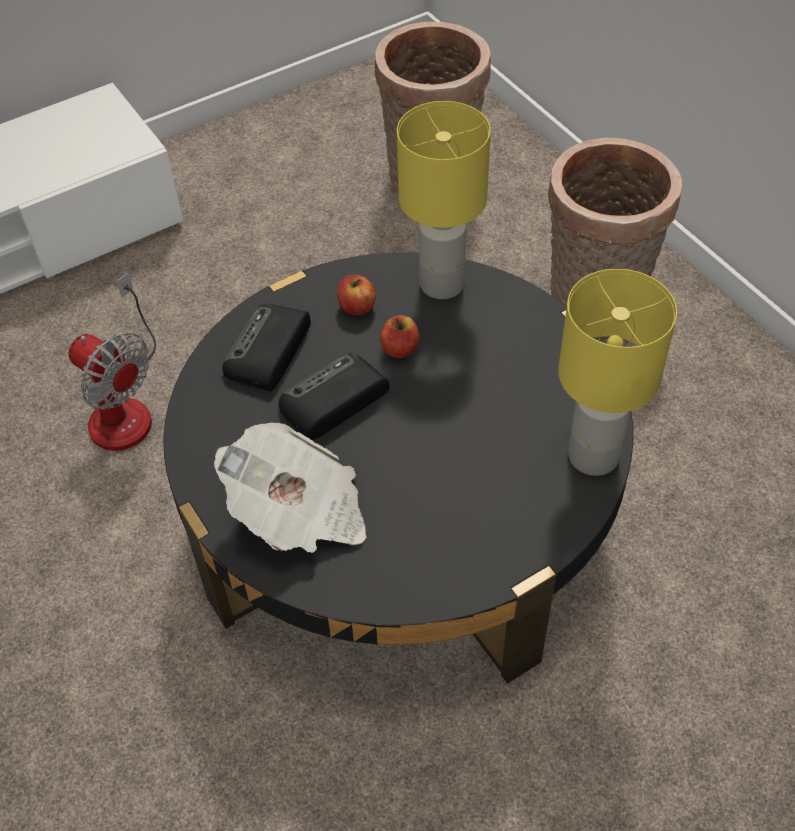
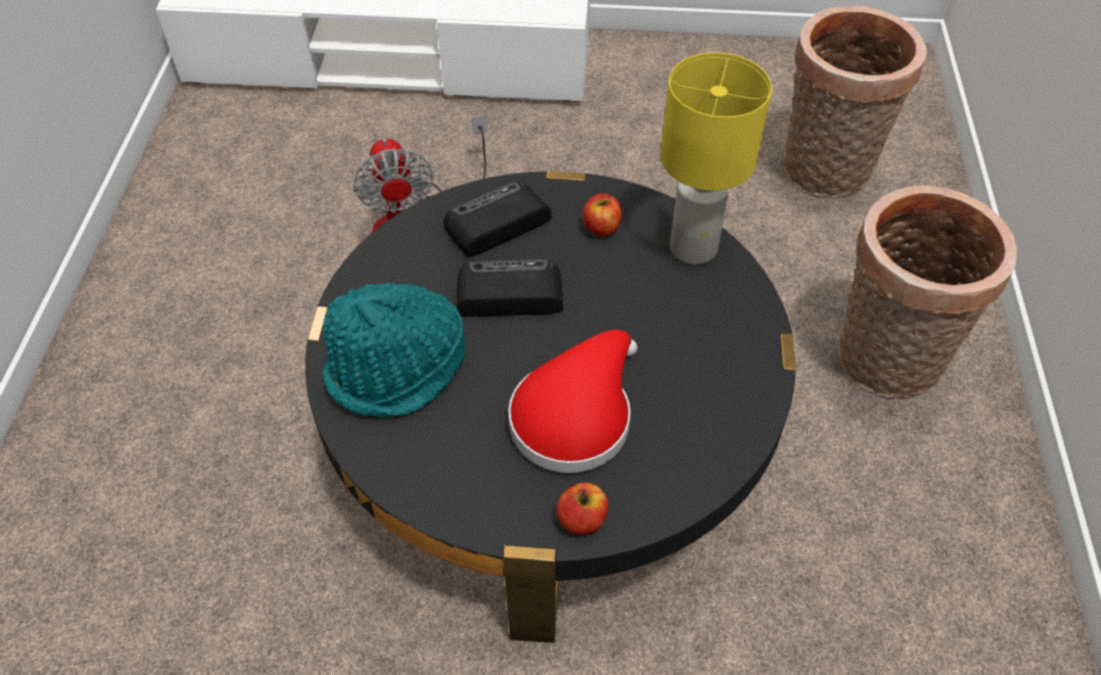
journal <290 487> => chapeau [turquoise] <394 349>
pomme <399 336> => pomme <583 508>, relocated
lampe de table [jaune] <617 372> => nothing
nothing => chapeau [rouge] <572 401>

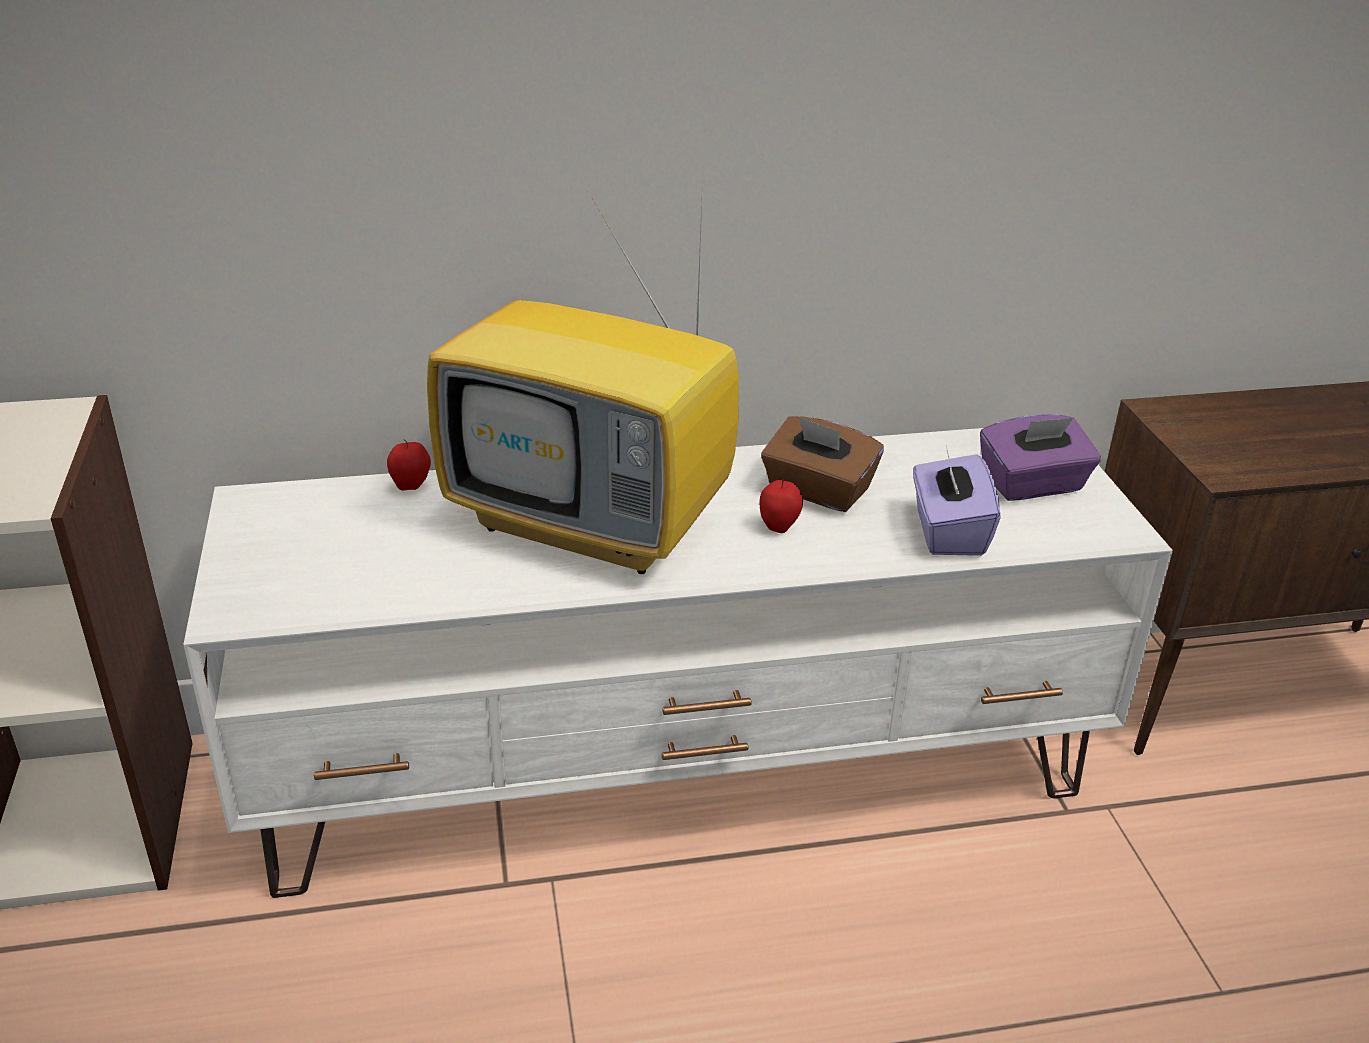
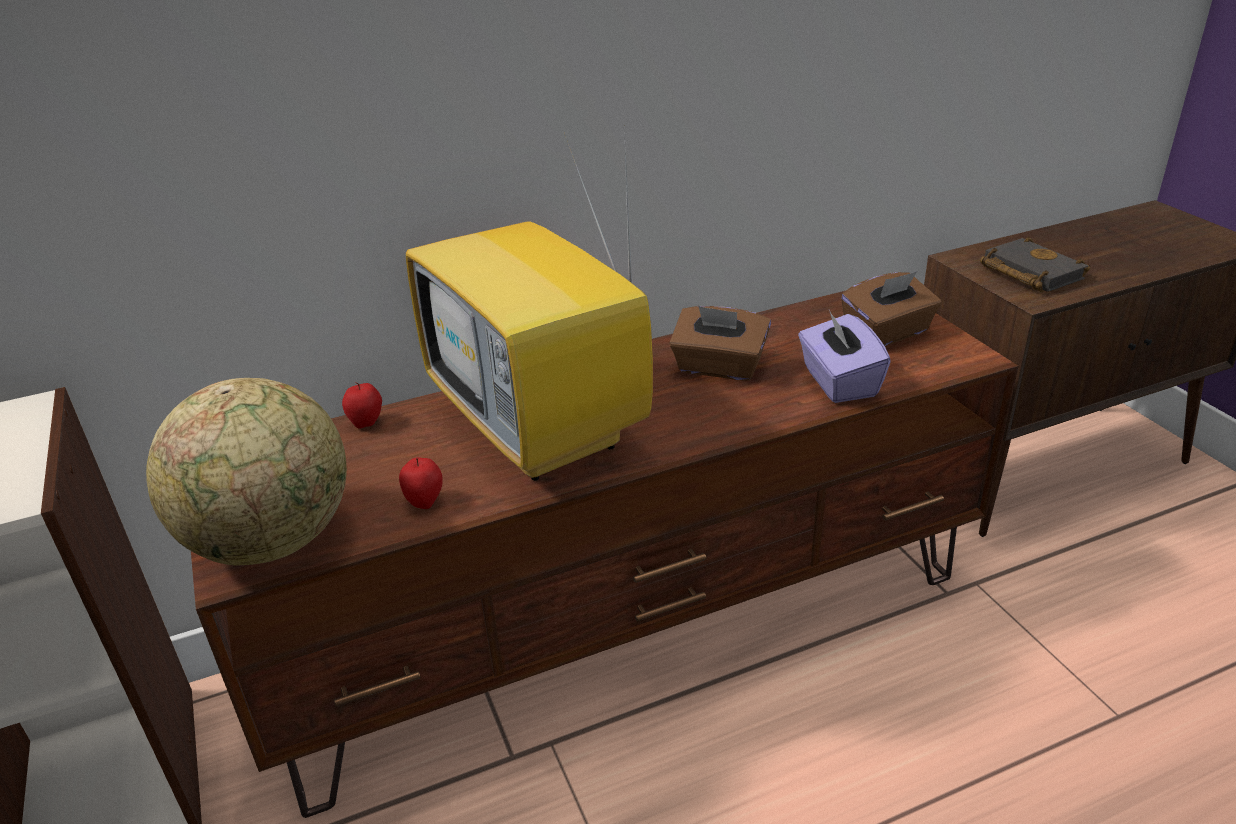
meuble télé [blanc] <678 663> => meuble télé [marron] <605 554>
téléviseur <583 376> => téléviseur <529 304>, 45 degrees clockwise
pomme <781 506> => pomme <421 483>, relocated
boîte à mouchoirs [violet] <1040 457> => boîte à mouchoirs [marron] <891 309>
nothing => globe <246 471>
nothing => livre [noir] <1035 264>

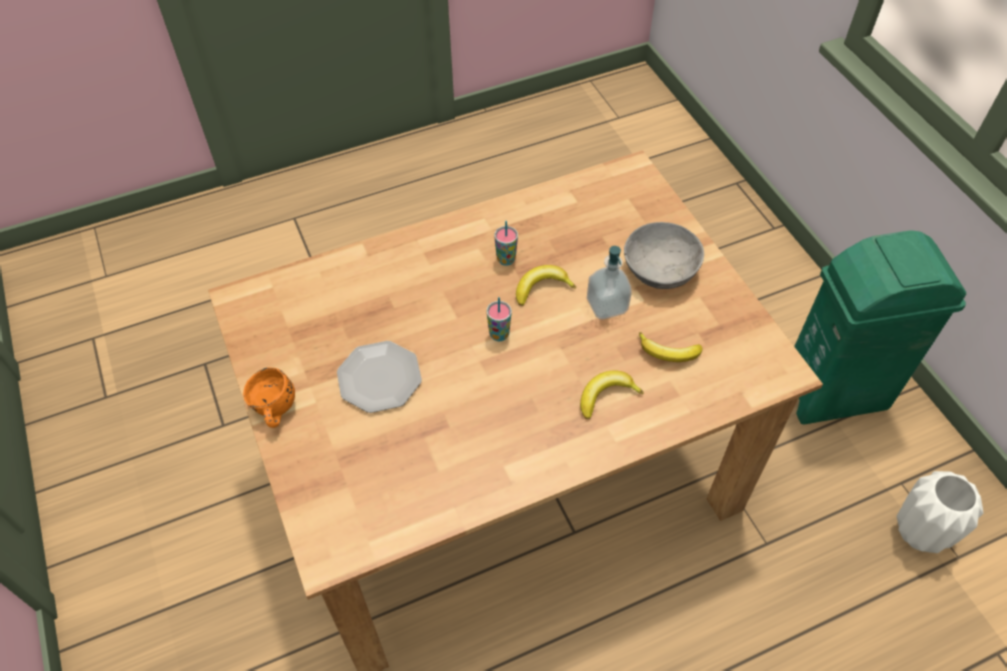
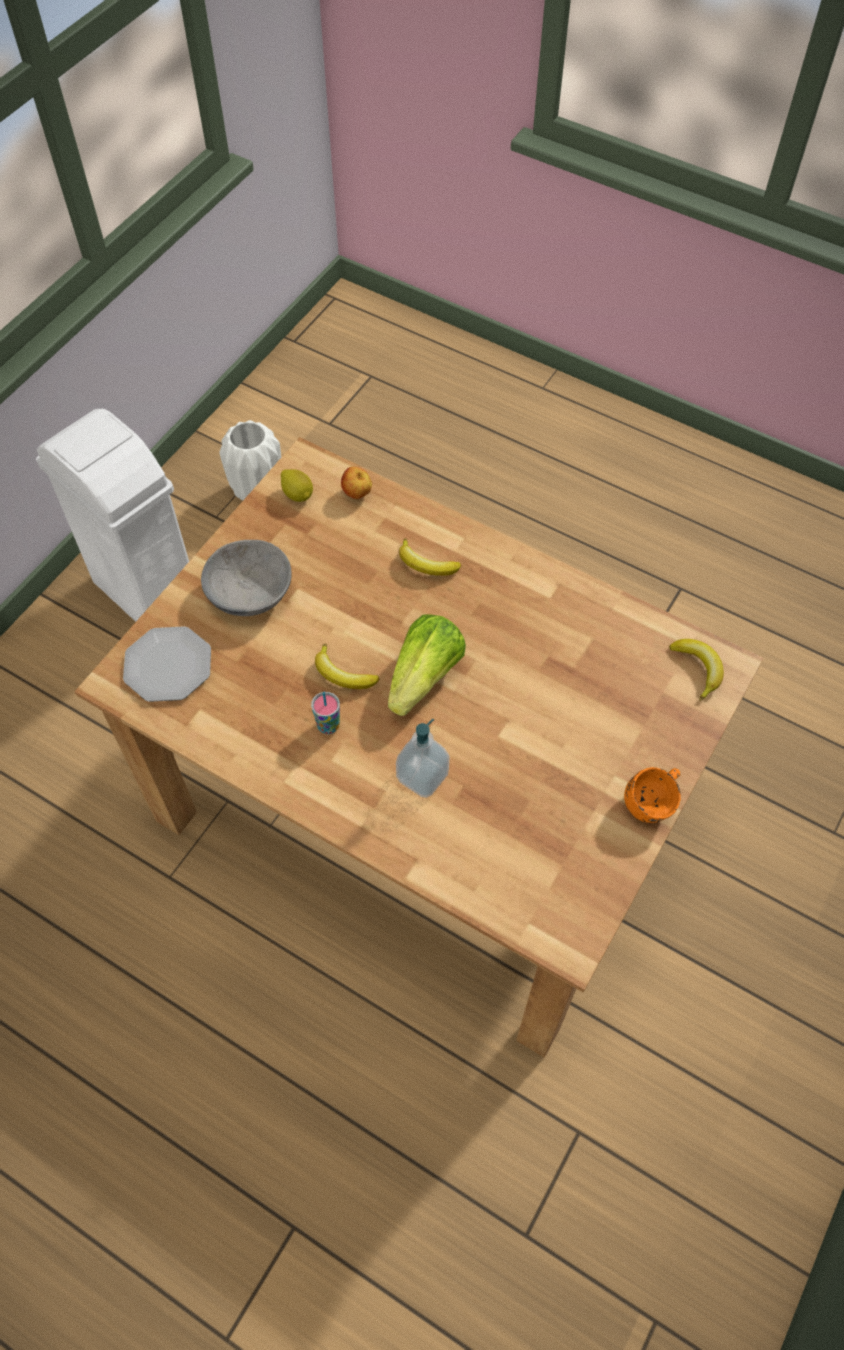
assiette <379 377> => assiette <167 664>, relocated
tasse <499 319> => laitue <427 665>
distributeur de savon <609 283> => distributeur de savon <423 758>, relocated
banane <670 347> => banane <696 670>, relocated
poubelle [vert] <880 327> => poubelle [blanc] <112 515>
nothing => citron <297 485>
nothing => pomme <356 483>

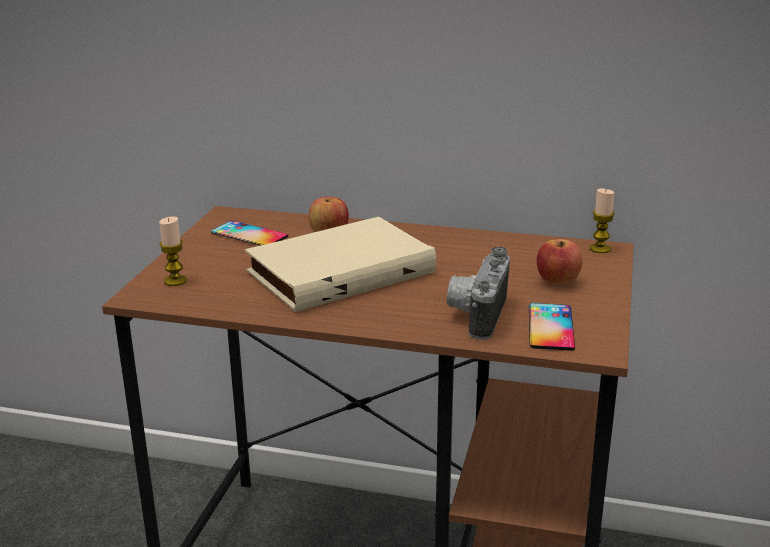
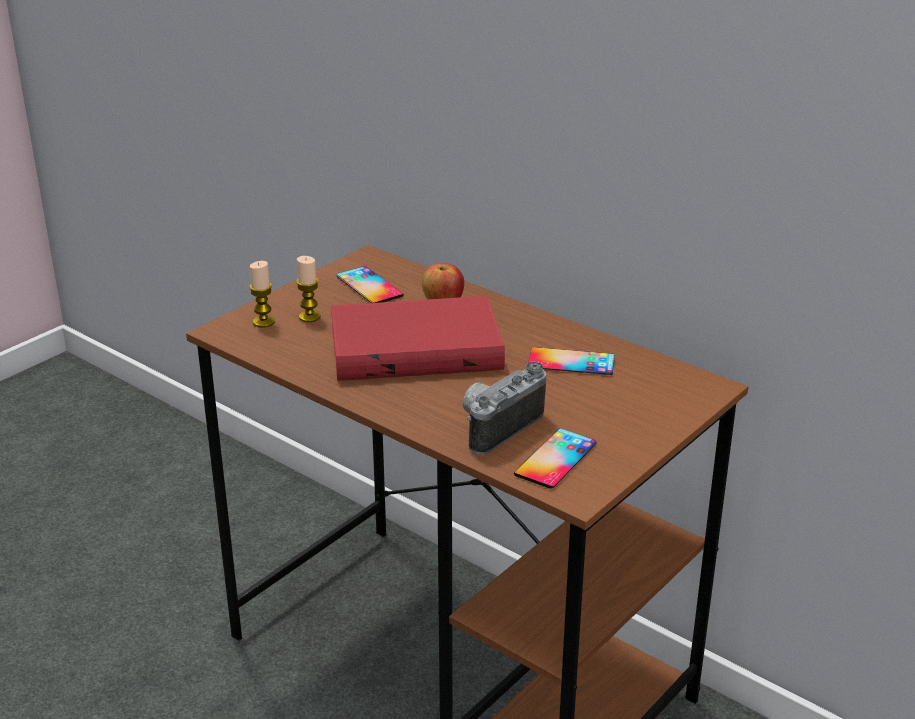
livre [beige] <340 264> => livre [rouge] <418 338>
pomme <559 262> => nothing
bougie <602 221> => bougie <308 289>, relocated
nothing => téléphone <571 361>

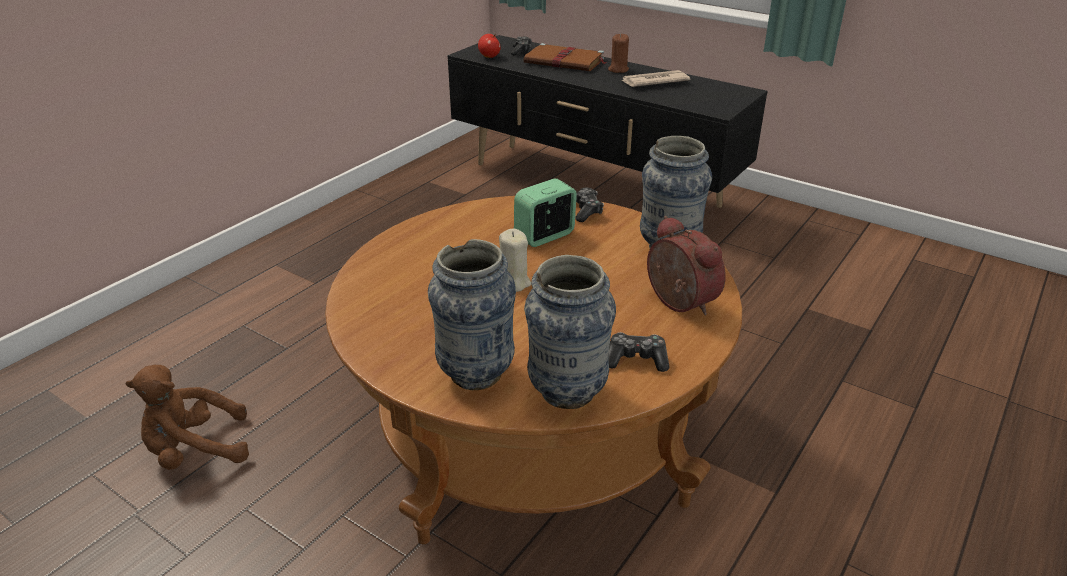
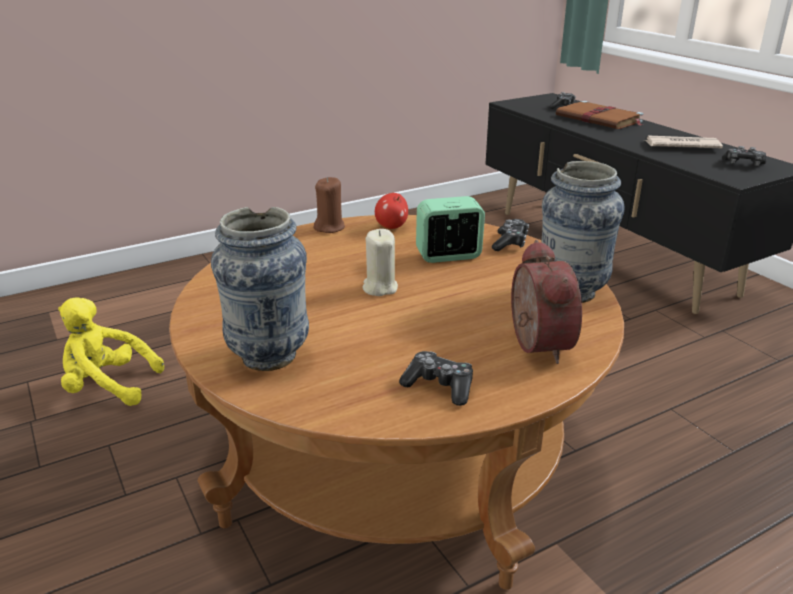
peluche [marron] <187 417> => peluche [jaune] <111 351>
pomme <489 46> => pomme <391 211>, relocated
vase <570 332> => nothing
bougie [marron] <618 53> => bougie [marron] <329 205>, relocated
nothing => manette <744 156>

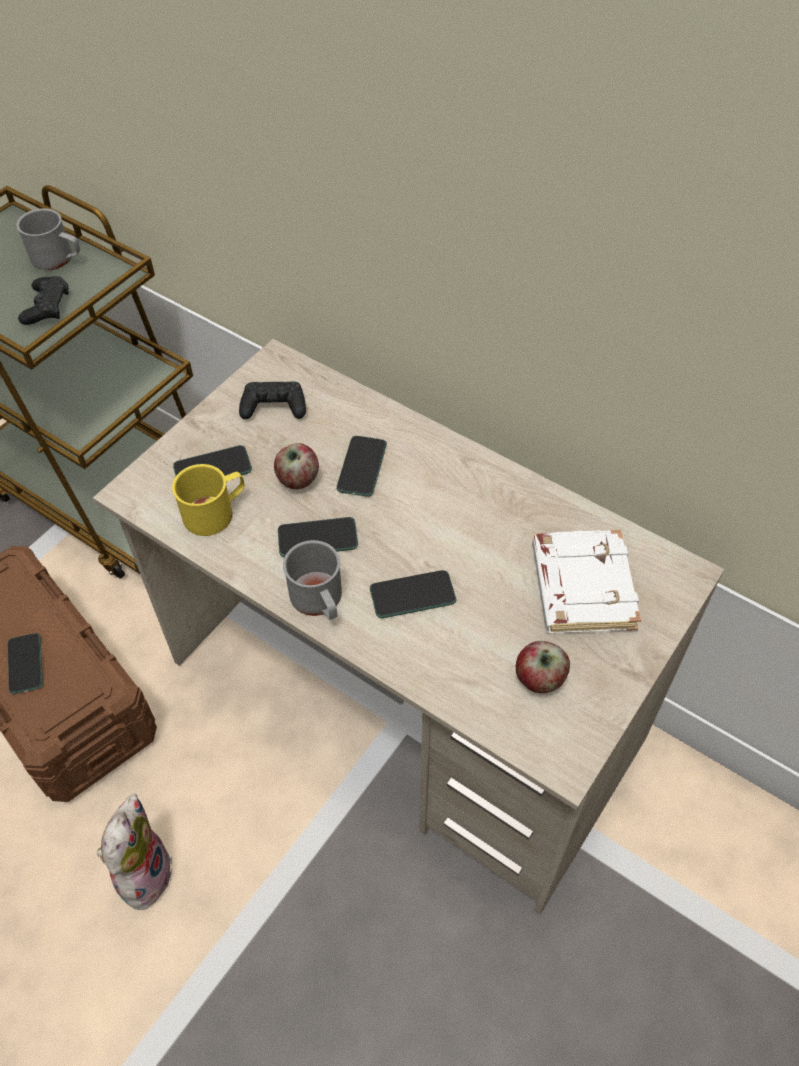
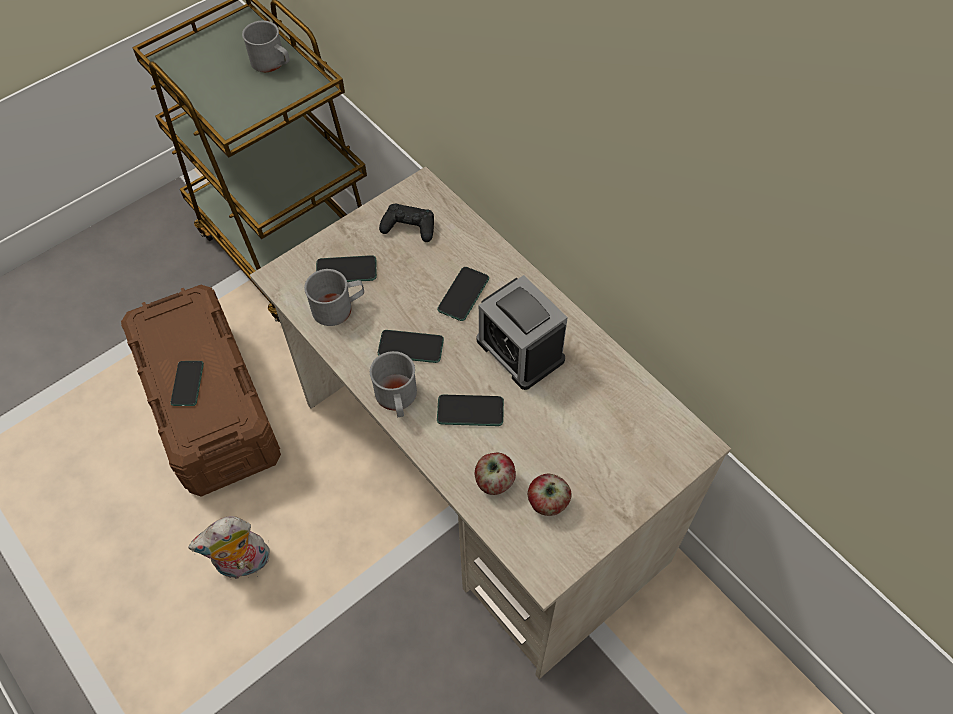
manette [noir] <43 300> => nothing
peluche <135 853> => peluche <229 547>, 135 degrees counterclockwise
mug [jaune] <208 500> => mug [gris] <334 297>
pomme <296 466> => pomme <495 474>, relocated
livre [blanc] <586 581> => nothing
nothing => réveil <522 332>

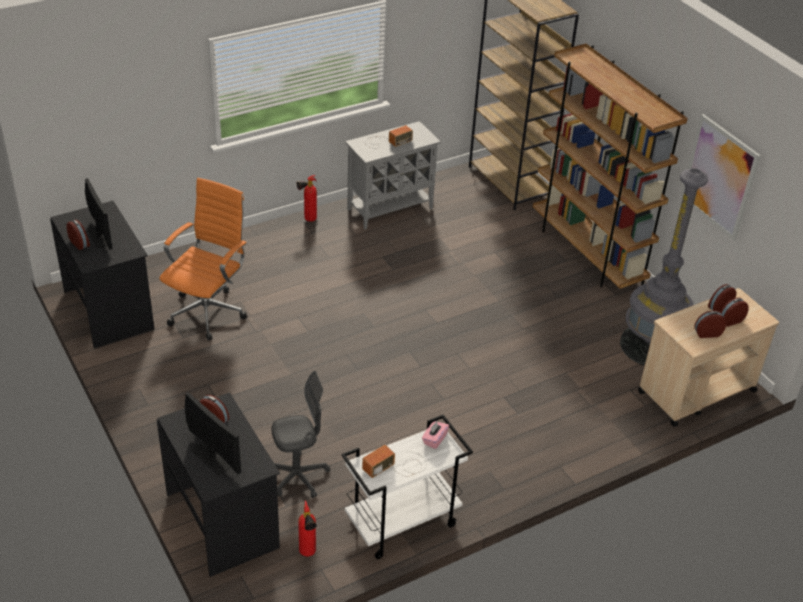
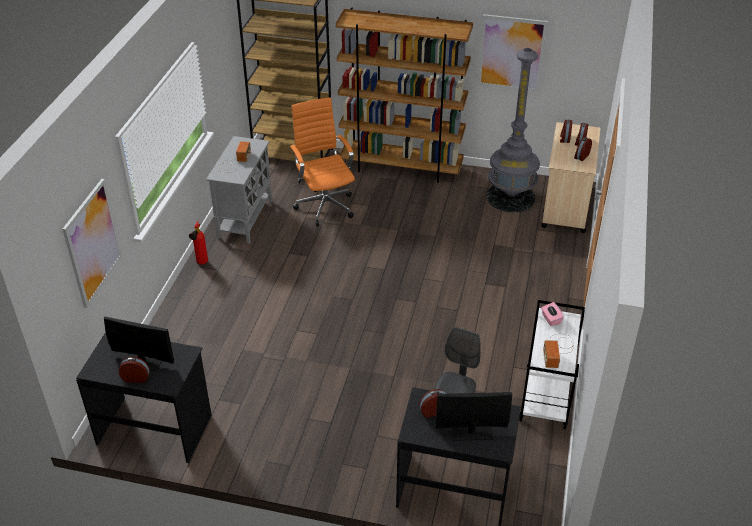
chaise de bureau [orange] <203 259> => chaise de bureau [orange] <322 161>, relocated
extincteur <307 528> => nothing
nothing => tableau <92 243>

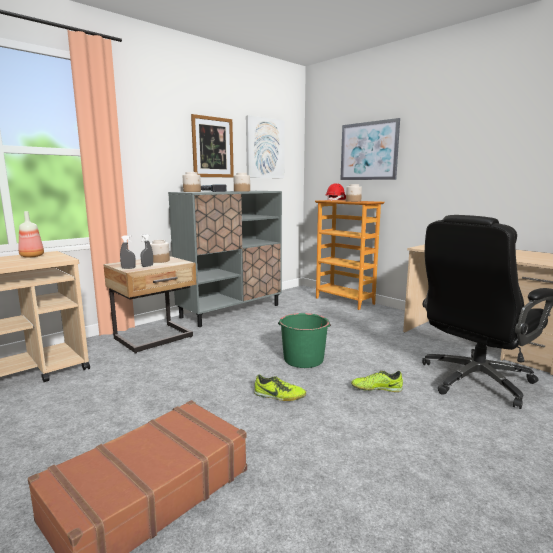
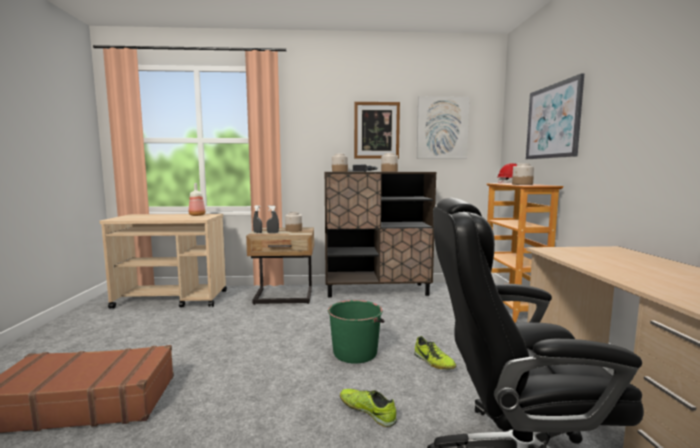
meuble de rangement [gris] <225 259> => meuble de rangement [marron] <380 235>
chaussure <280 387> => chaussure <435 353>, relocated

